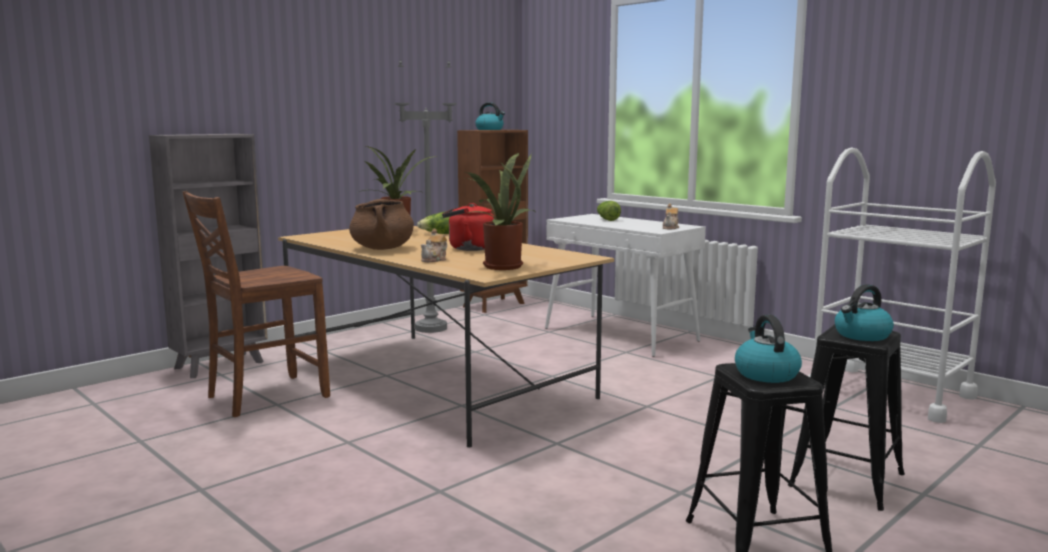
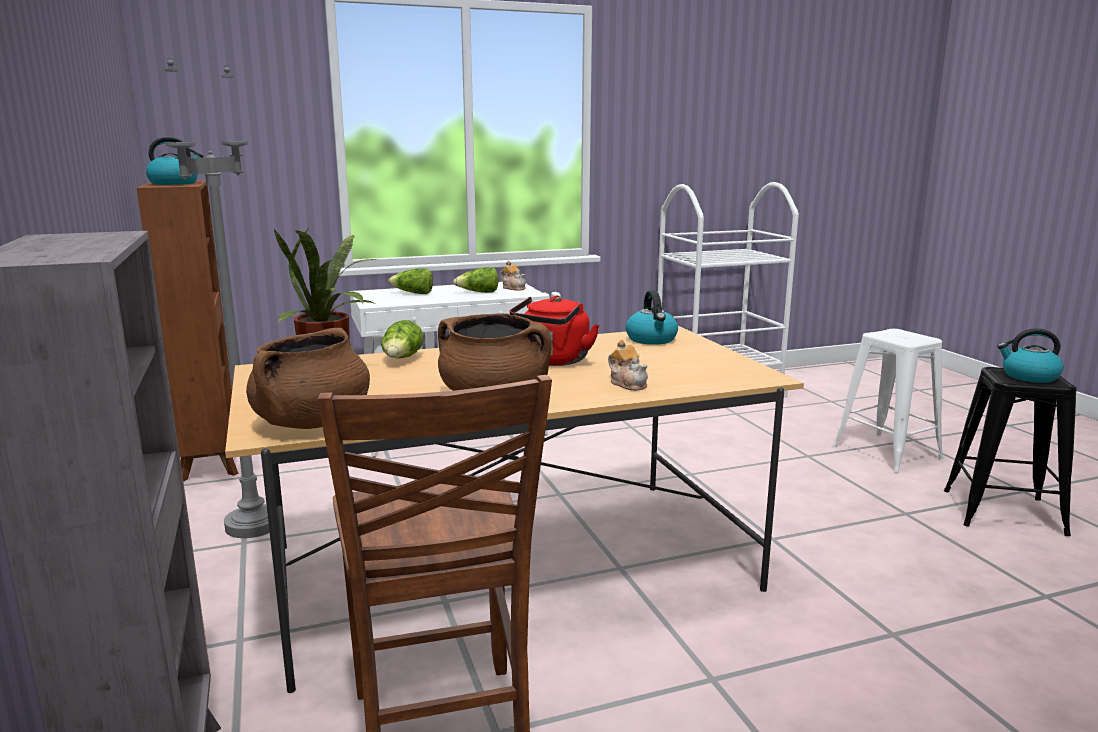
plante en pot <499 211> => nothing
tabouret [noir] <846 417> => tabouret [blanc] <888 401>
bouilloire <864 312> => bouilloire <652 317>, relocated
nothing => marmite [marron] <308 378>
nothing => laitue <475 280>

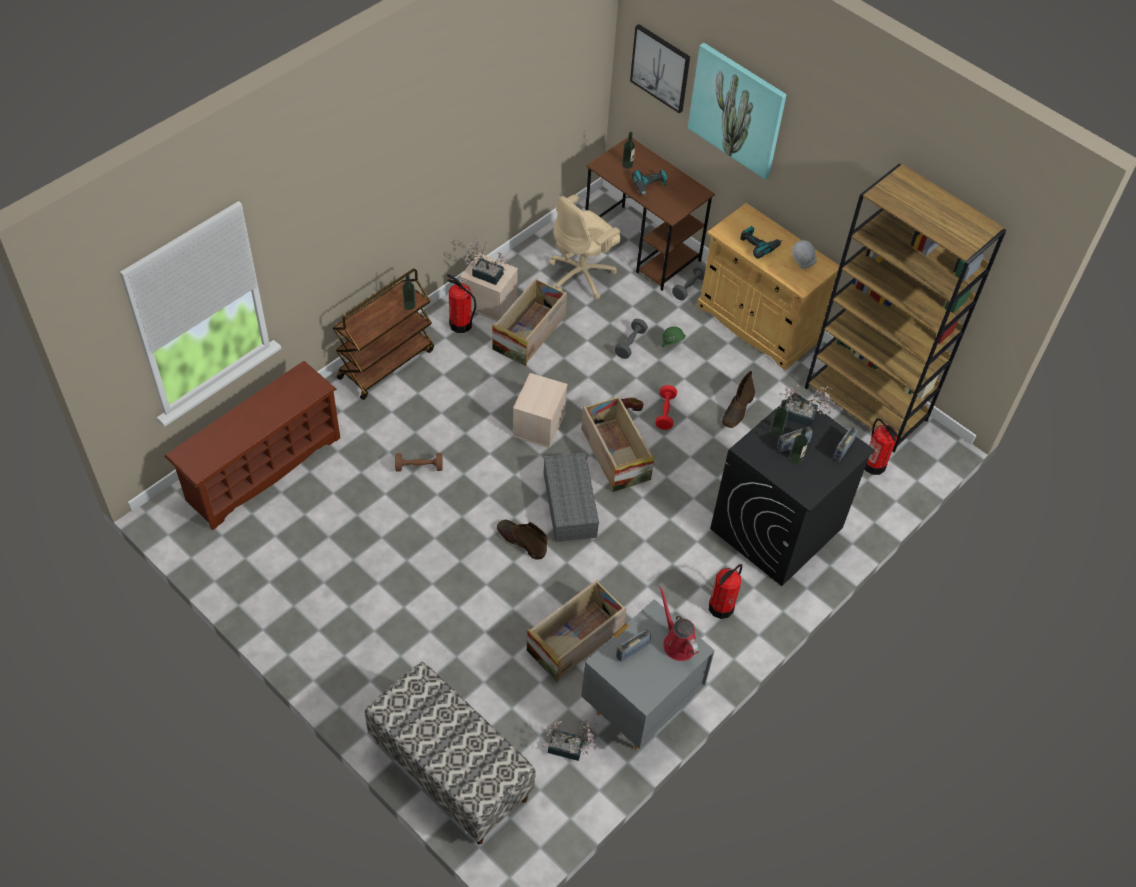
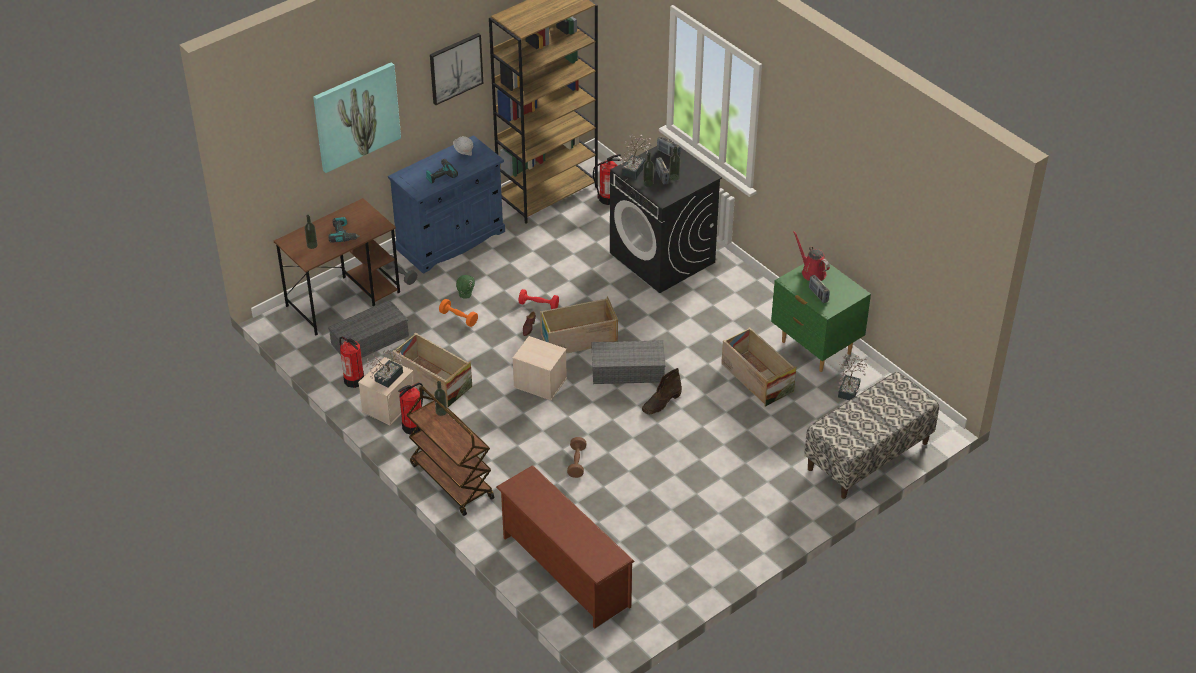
chaise de bureau [beige] <585 246> => boîte de rangement [gris] <368 329>
table de chevet [gris] <648 674> => table de chevet [vert] <821 317>
haltère [gris] <631 339> => haltère [orange] <458 313>
tableau <660 68> => tableau <456 69>, relocated
arrosoir [rouge] <679 623> => arrosoir [rouge] <811 256>, 75 degrees clockwise
meuble de rangement [beige] <768 286> => meuble de rangement [bleu] <446 204>
extincteur <725 591> => extincteur <351 362>, relocated
botte [marron] <738 399> => nothing

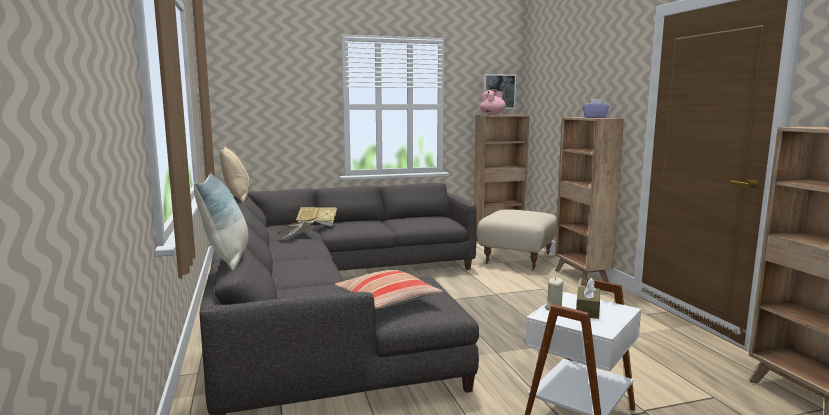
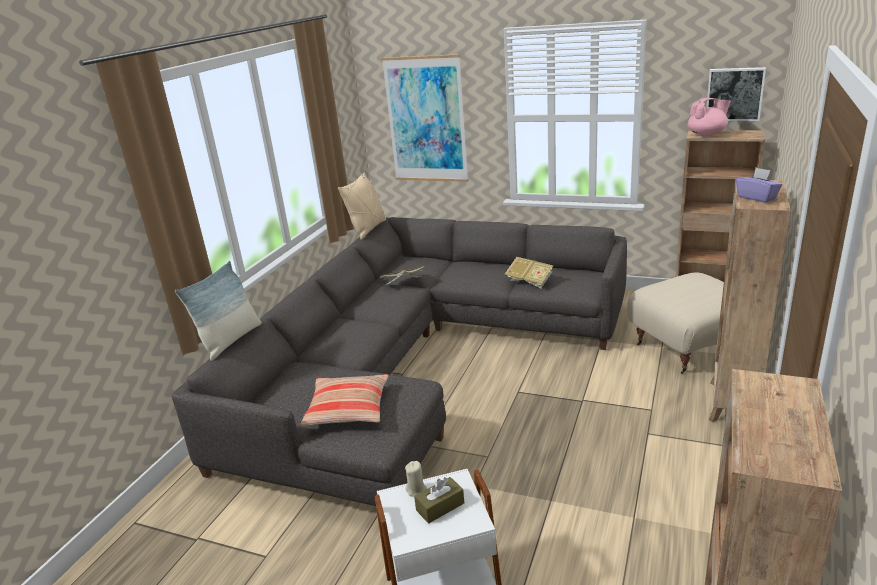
livre <316 217> => livre <529 272>, relocated
nothing => tableau <425 118>

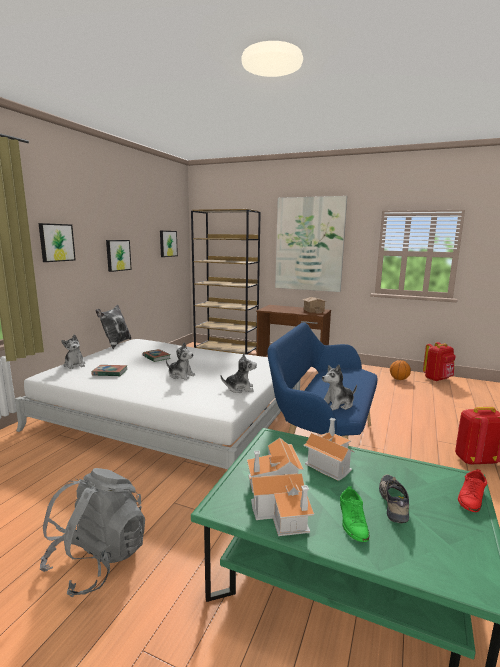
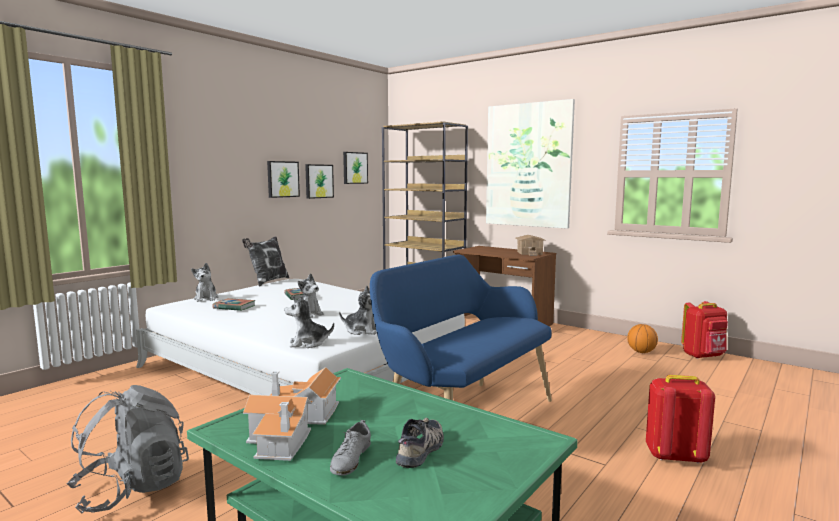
tableau <57 242> => tableau <319 181>, relocated
maison miniature <329 449> => nothing
peluche <339 387> => peluche <309 321>, relocated
chaussure [vert] <354 514> => chaussure [gris] <350 448>
chaussure [rouge] <472 490> => nothing

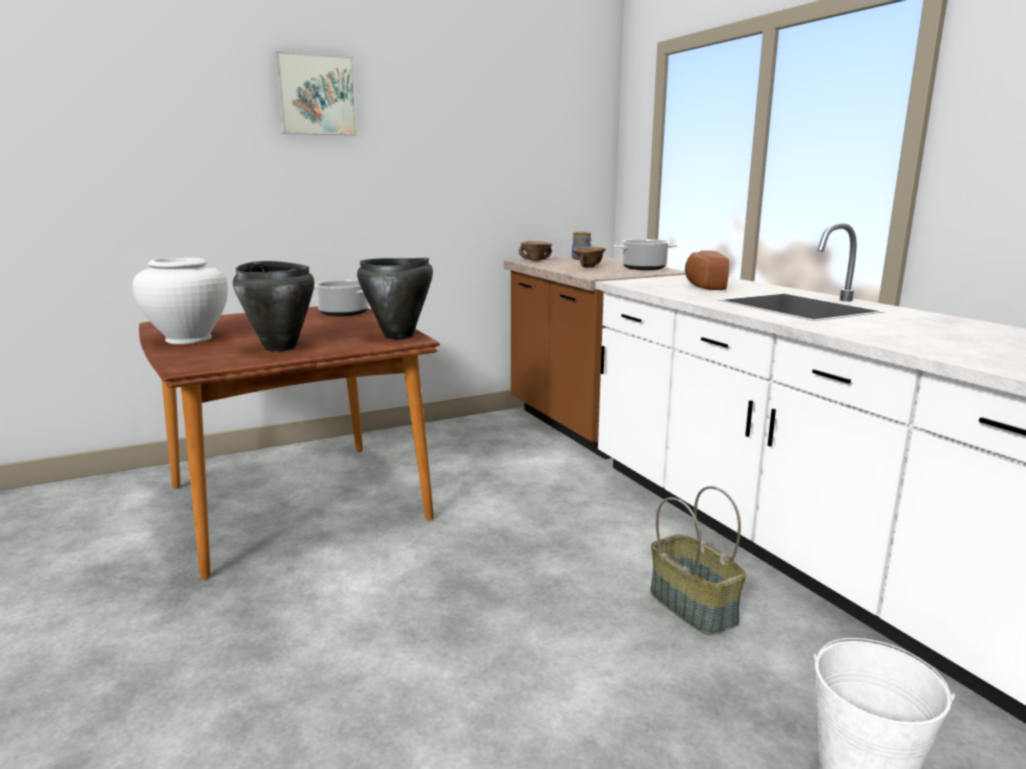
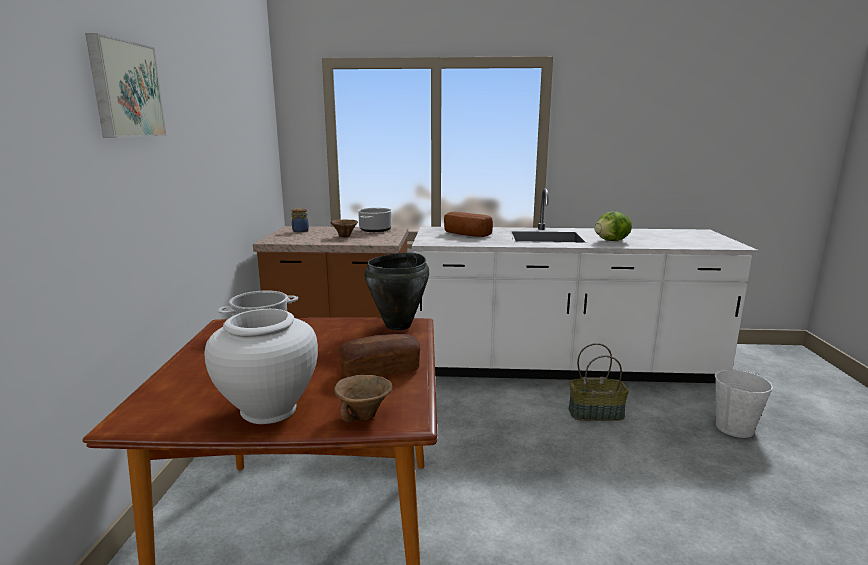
marmite [noir] <273 306> => pain <380 356>
bol [marron] <535 251> => bol [marron] <363 399>, relocated
nothing => laitue <613 226>

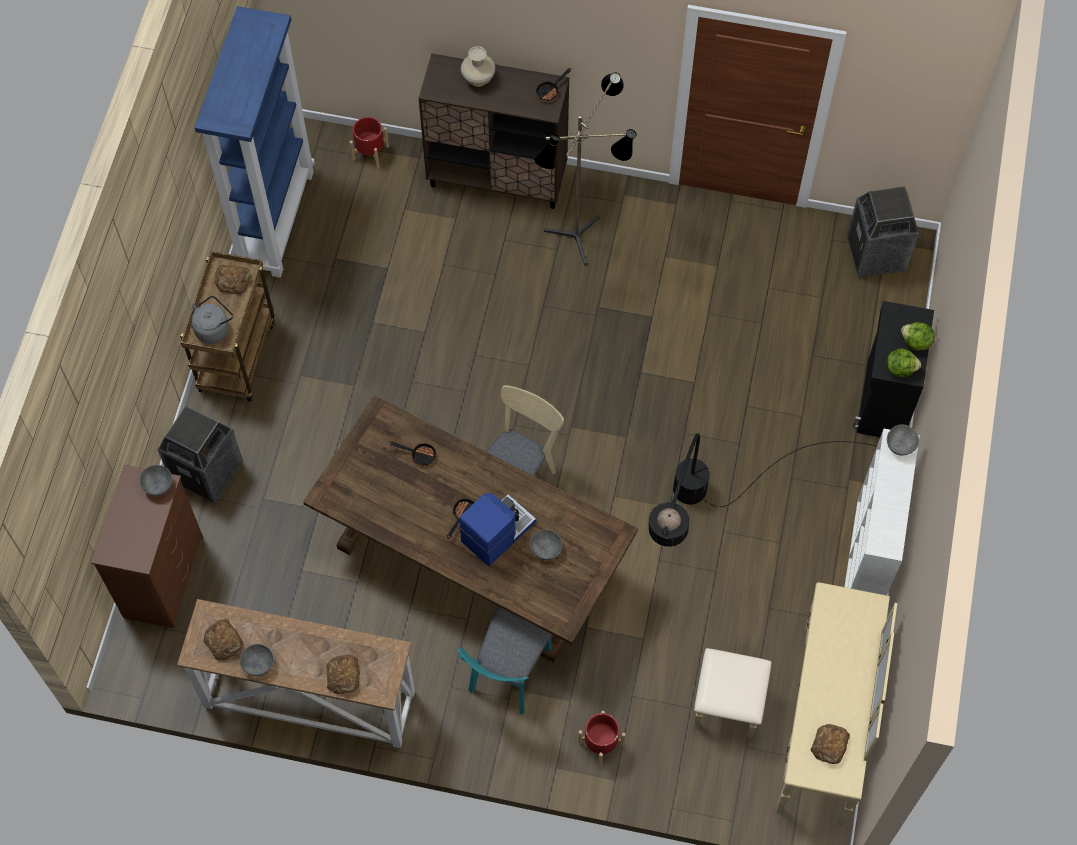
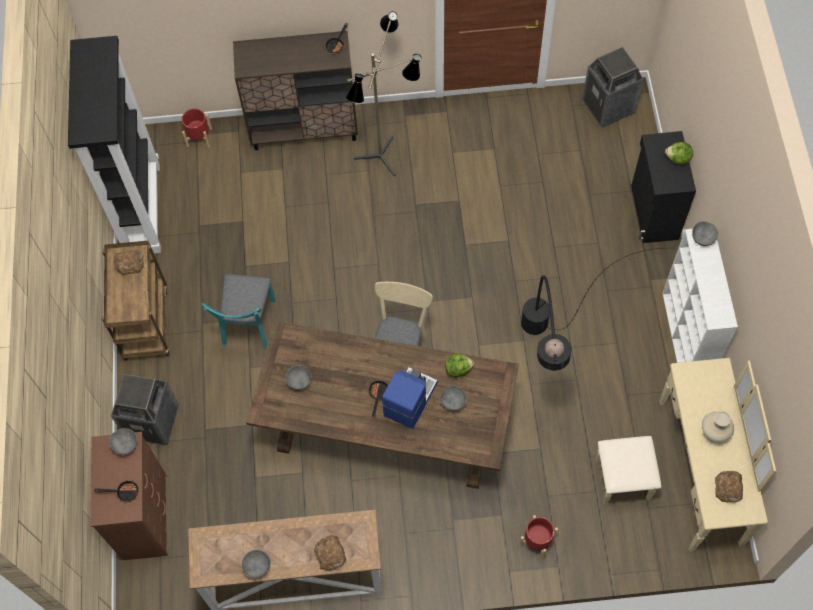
bouilloire [gris] <212 320> => nothing
bibliothèque [bleu] <255 142> => bibliothèque [noir] <114 144>
pain <223 639> => nothing
poêle <413 454> => poêle <117 491>, relocated
chaise [turquoise] <504 661> => chaise [turquoise] <239 311>, relocated
vase [beige] <478 66> => vase [beige] <718 426>, relocated
laitue <903 362> => laitue <459 365>, relocated
nothing => bol [gris] <298 377>

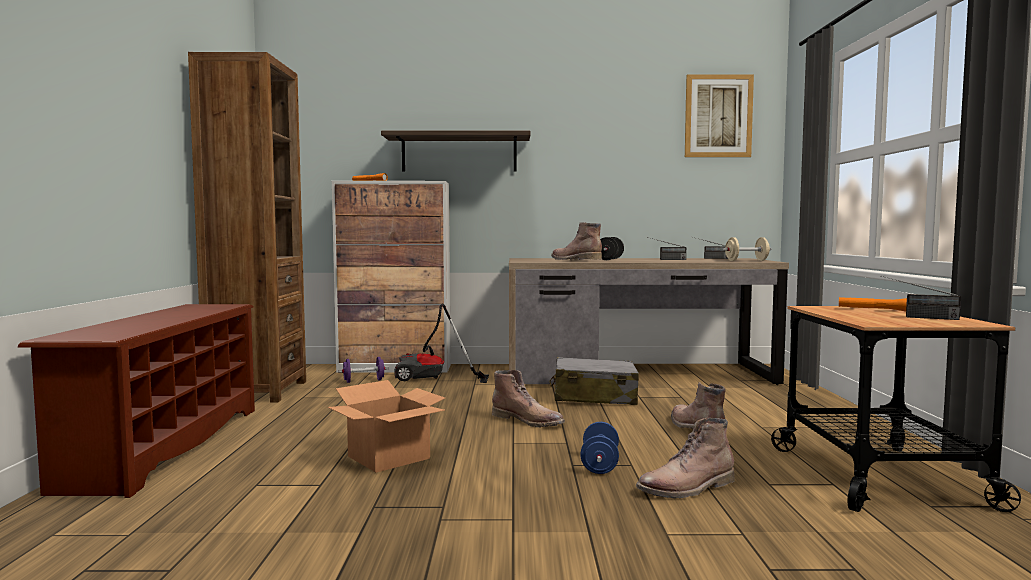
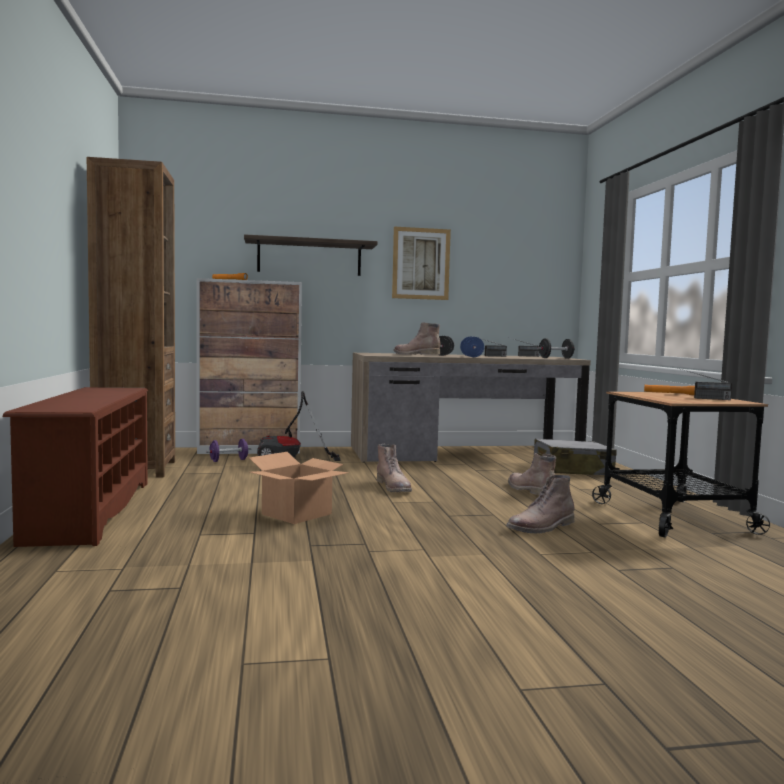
botte [marron] <528 399> => botte [marron] <394 468>, 45 degrees clockwise
valise [gris] <594 381> => valise [gris] <575 457>, relocated
haltère [bleu] <599 448> => haltère [bleu] <472 347>, relocated
tableau <719 115> => tableau <421 263>, relocated
haltère [beige] <747 249> => haltère [noir] <556 348>

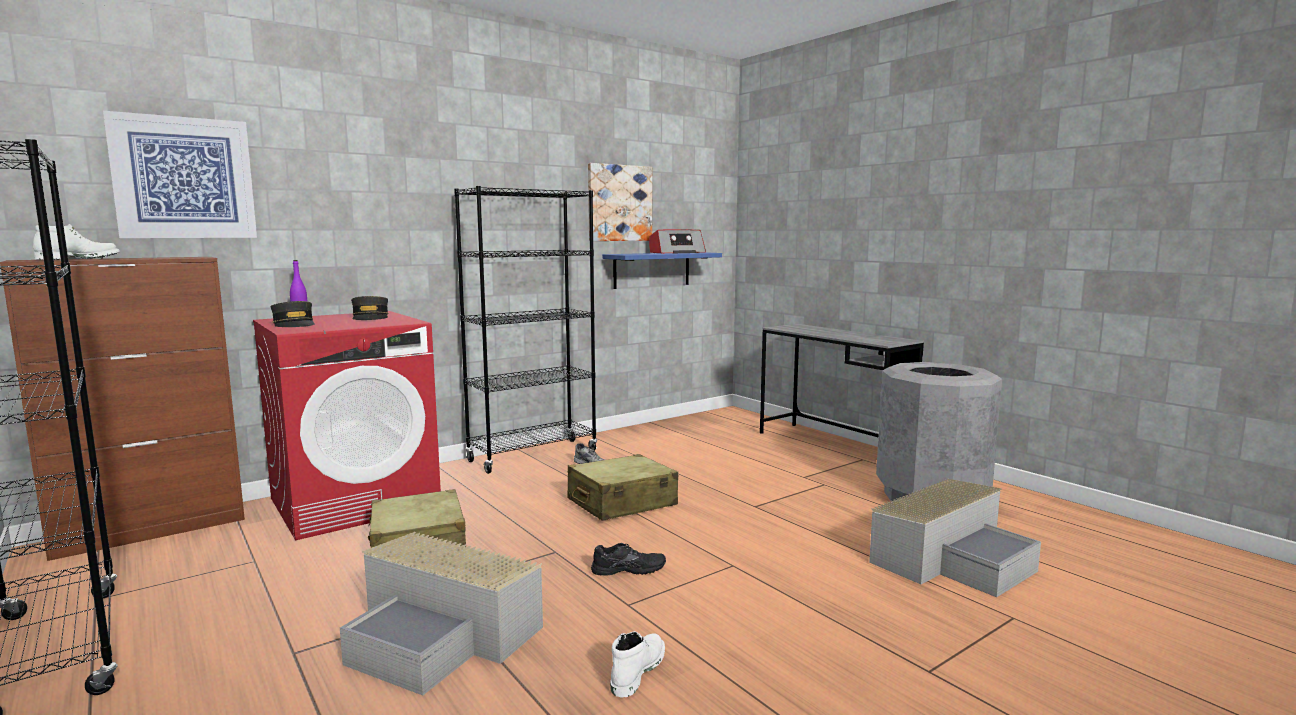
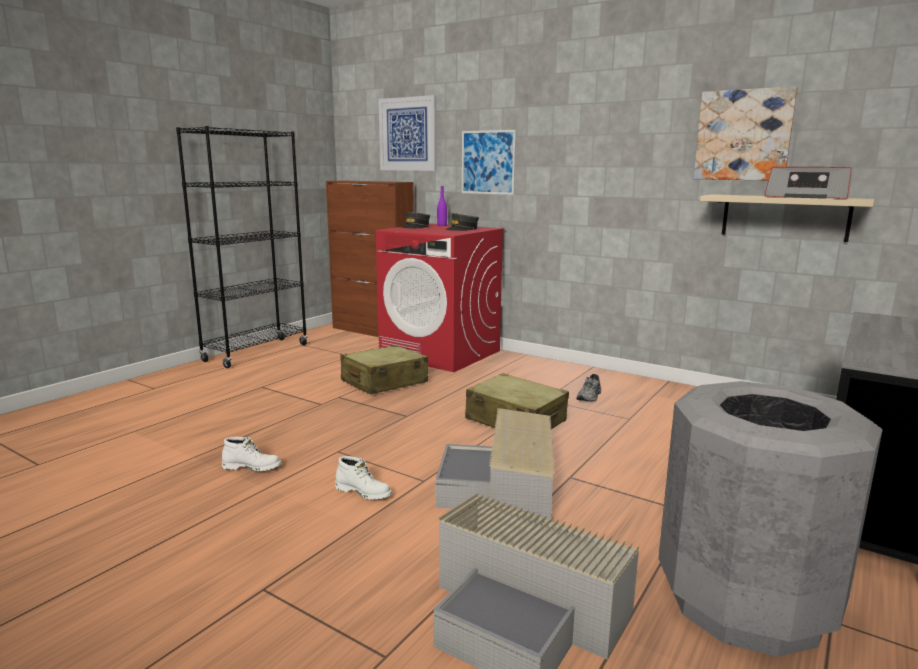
botte [blanc] <76 242> => botte [blanc] <363 478>, relocated
boîte de rangement [gris] <441 614> => boîte de rangement [gris] <495 464>, relocated
bibliothèque [noir] <525 330> => nothing
chaussure [noir] <628 559> => nothing
étagère [bleu] <662 270> => étagère [beige] <787 218>
nothing => tableau <489 162>

